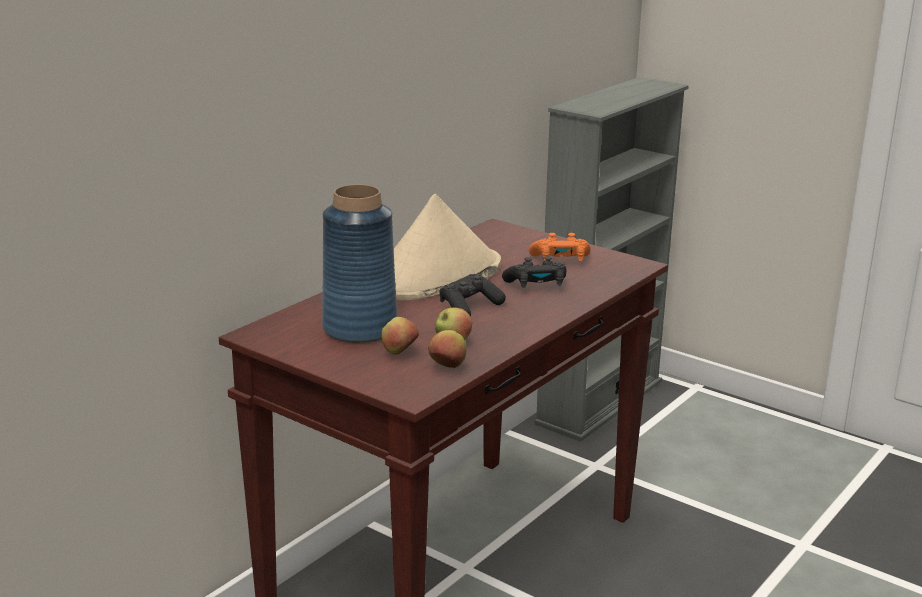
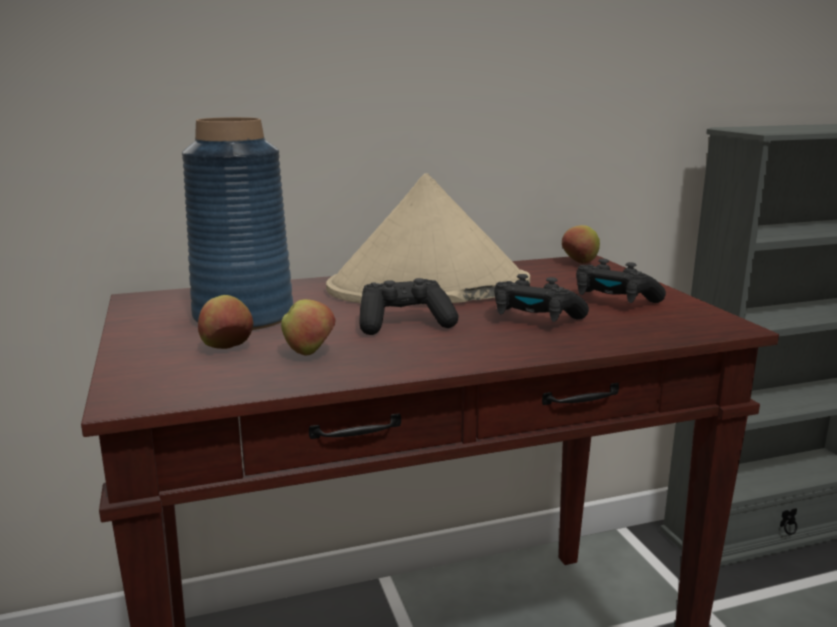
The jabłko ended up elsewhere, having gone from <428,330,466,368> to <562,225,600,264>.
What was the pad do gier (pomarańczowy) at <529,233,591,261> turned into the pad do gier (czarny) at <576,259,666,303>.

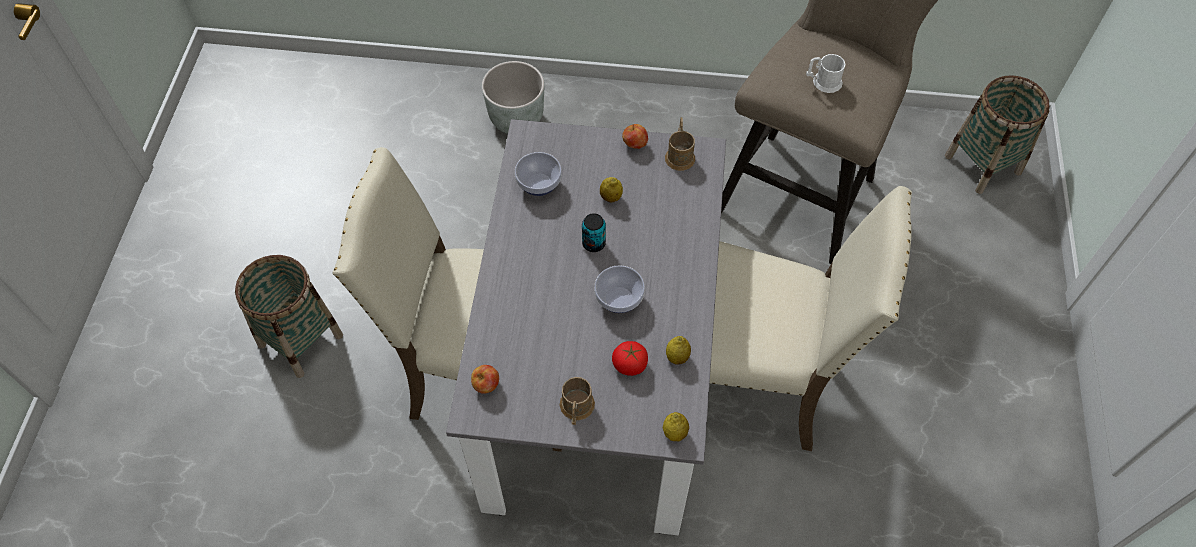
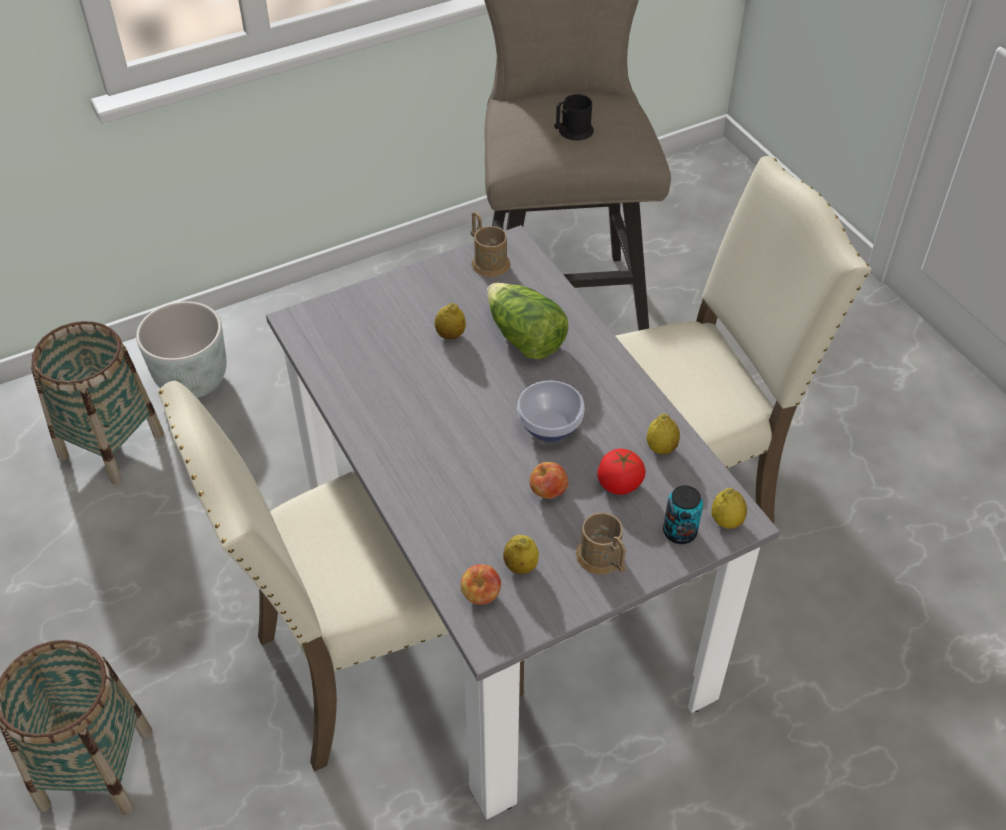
The second view lost the miska at <515,152,562,196>.
The second view gained the sałata at <487,283,568,359>.
The second view gained the cytryna at <503,535,539,574>.
The puszka ended up elsewhere, having gone from <582,213,606,252> to <663,485,703,544>.
The jabłko ended up elsewhere, having gone from <622,124,648,149> to <529,462,568,499>.
The koszyk ended up elsewhere, having gone from <945,75,1049,194> to <31,321,164,484>.
What was the kubek (biały) at <806,54,845,93> turned into the kubek (czarny) at <554,94,594,141>.

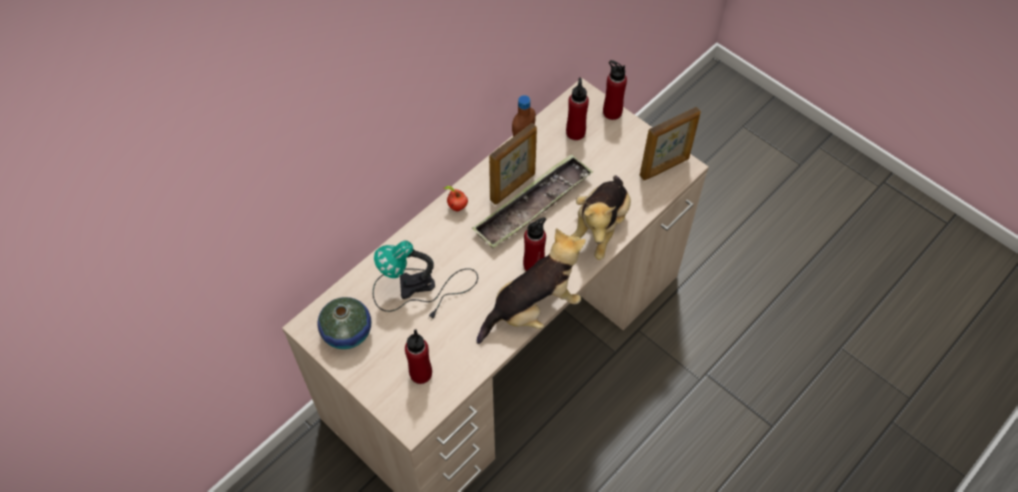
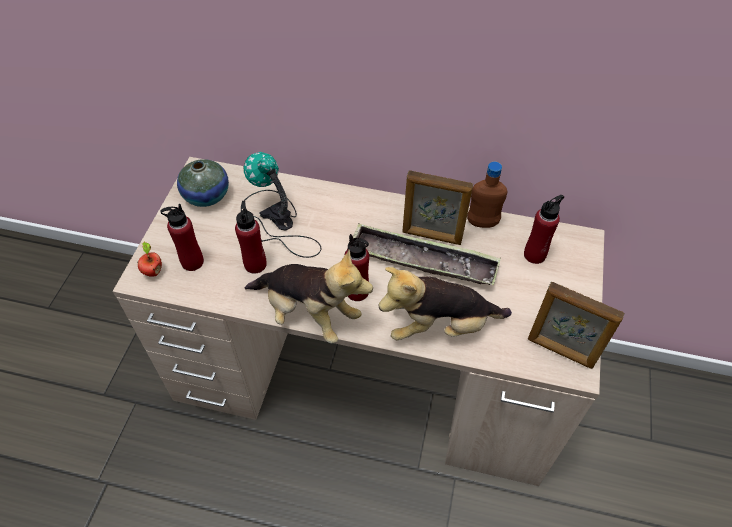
The jabłko ended up elsewhere, having gone from <444,186,468,212> to <138,242,162,277>.
The butelka (czerwony) ended up elsewhere, having gone from <603,60,627,120> to <235,201,267,273>.

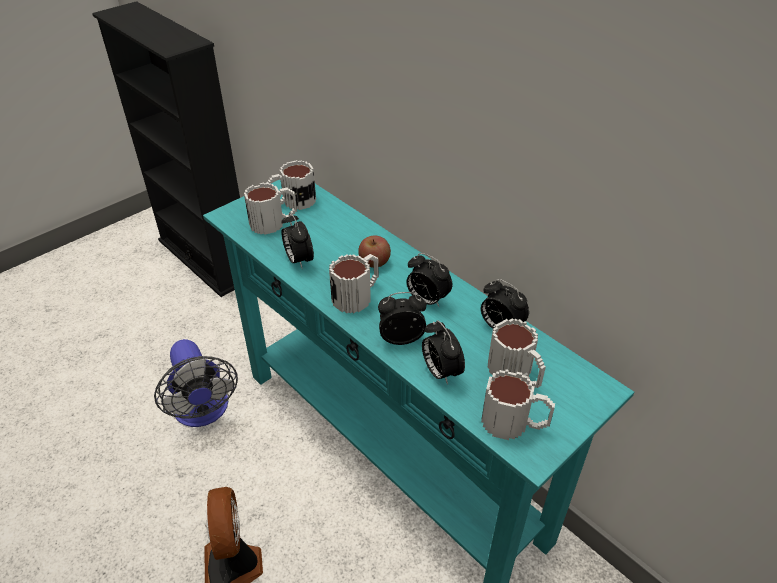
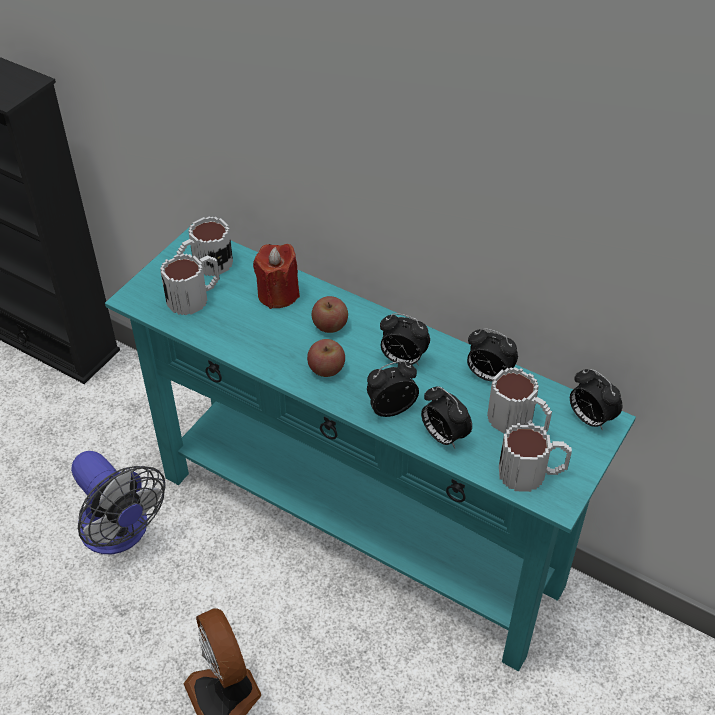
The second view gained the świeca (czerwony) at <253,244,300,309>.
The budzik ended up elsewhere, having gone from <281,212,314,269> to <570,369,622,431>.
Where the kubek stood at <329,254,379,314>, the jabłko came to stand at <307,339,345,377>.

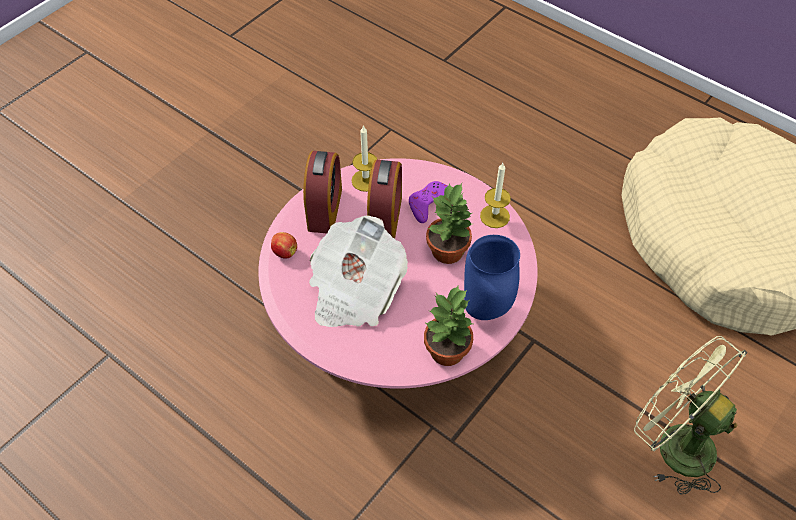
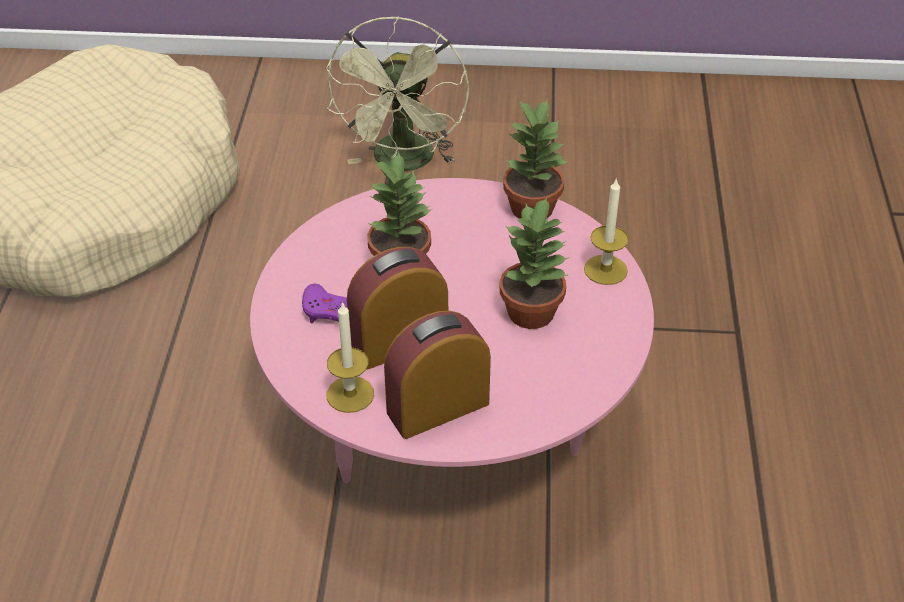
The second view lost the jabłko at <271,232,297,259>.
The second view lost the wazon (niebieski) at <464,235,520,320>.
The świeca ended up elsewhere, having gone from <480,163,511,228> to <584,178,629,285>.
Where the gazeta stood at <309,215,408,327>, the roślina doniczkowa came to stand at <499,197,568,329>.

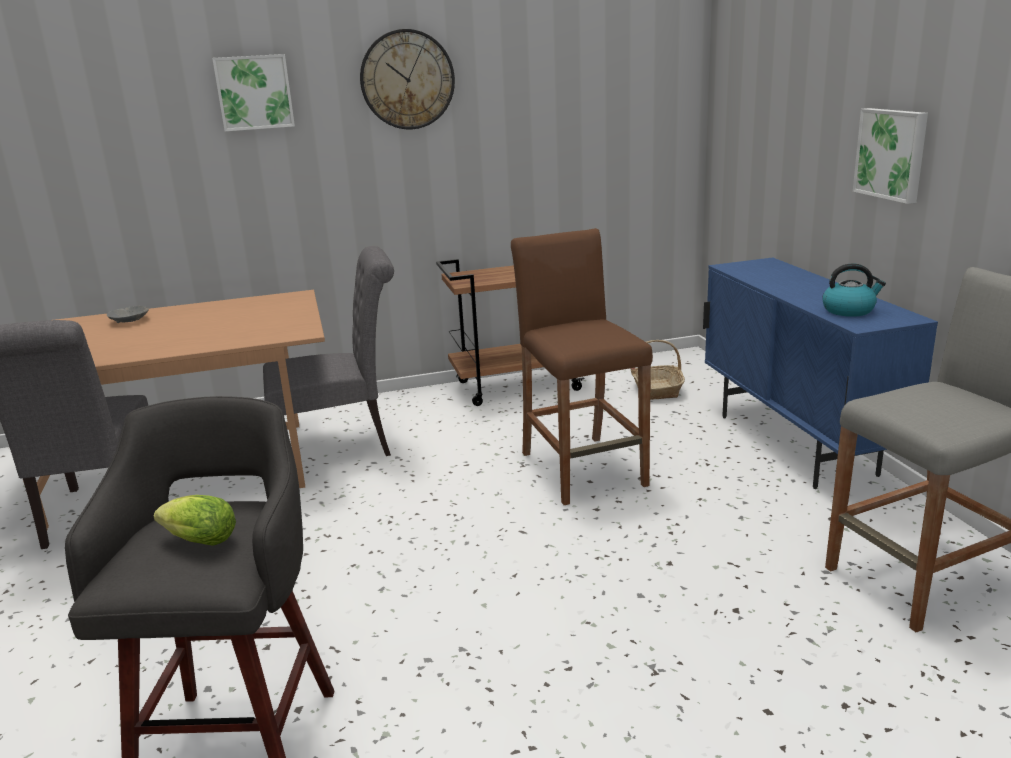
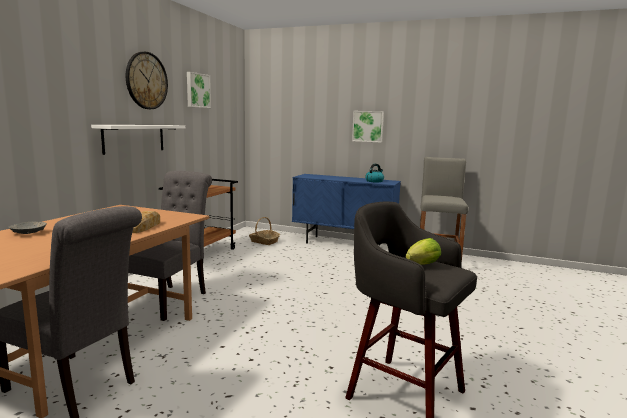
The second view lost the stołek (brązowy) at <511,228,653,505>.
The second view gained the półka (biały) at <91,125,185,155>.
The second view gained the chleb at <132,211,160,233>.
The obraz ended up elsewhere, having gone from <212,54,295,132> to <187,72,211,108>.

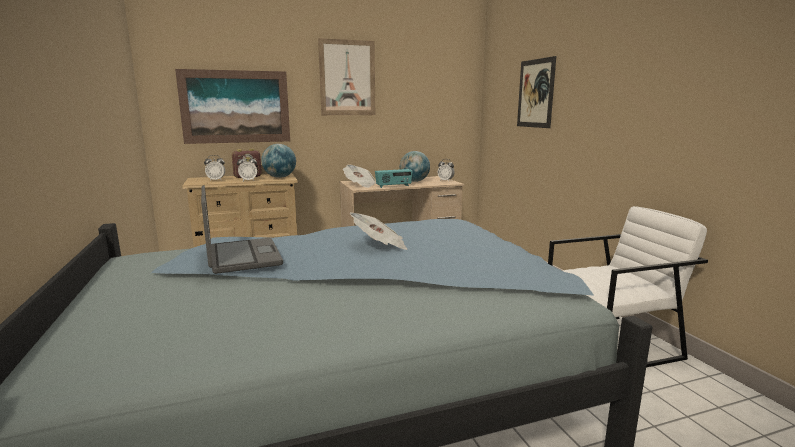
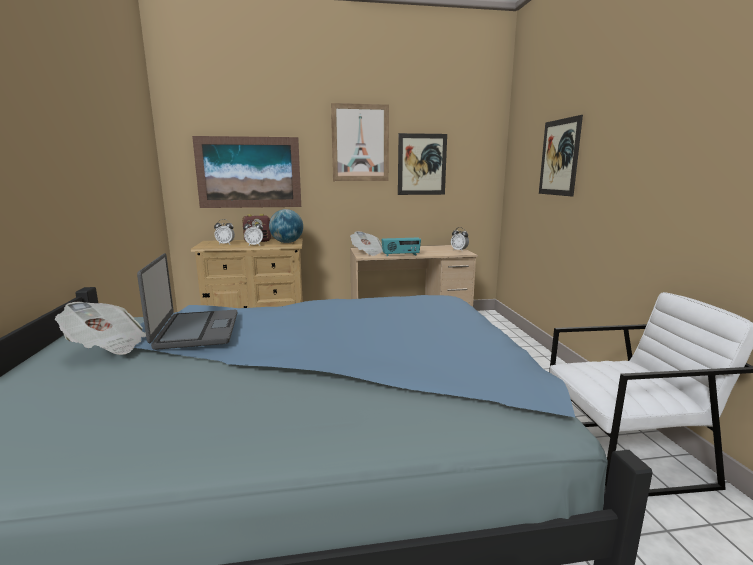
The second view lost the globus at <400,151,430,182>.
The second view gained the obraz at <398,133,447,195>.
The gazeta ended up elsewhere, having gone from <349,212,408,250> to <55,302,146,355>.

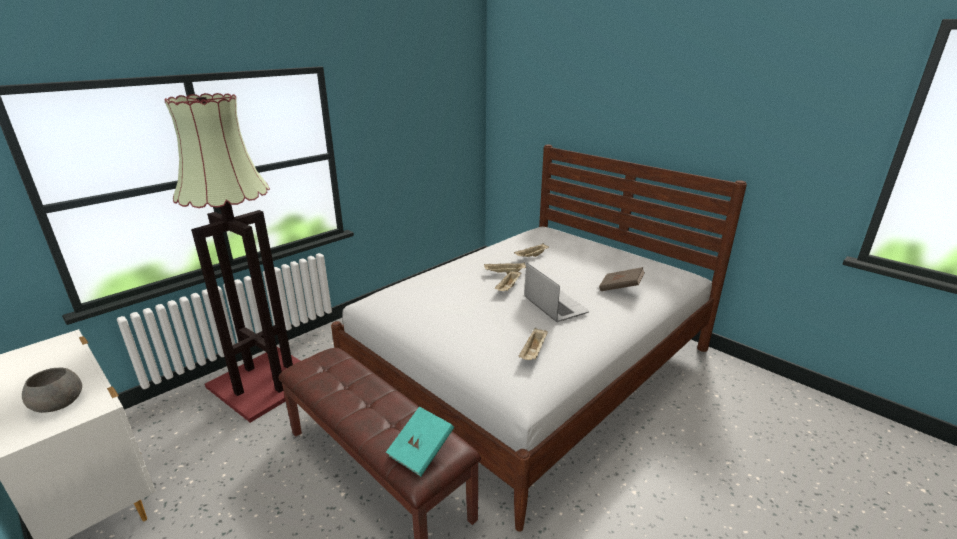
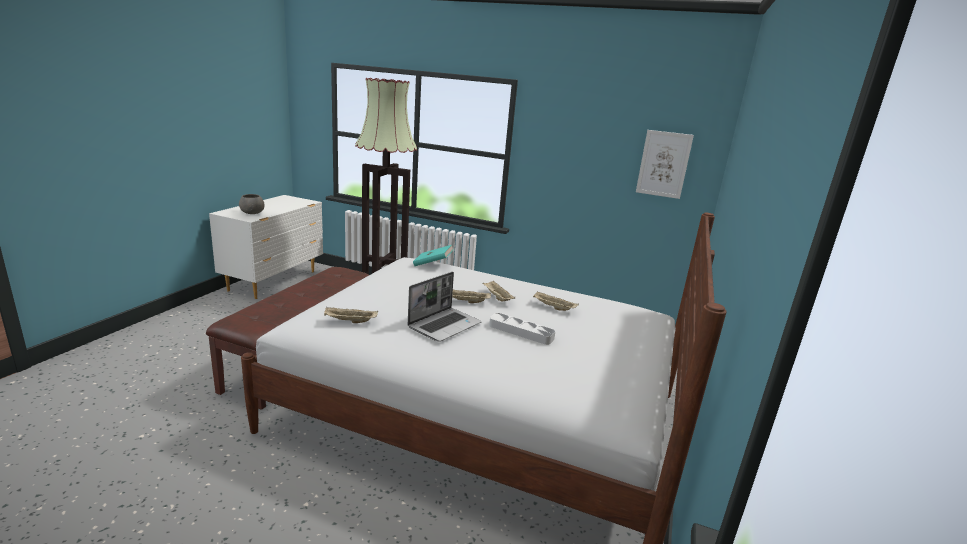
The second view lost the książka (brązowy) at <599,267,645,291>.
The second view gained the taca (szary) at <489,313,555,345>.
The second view gained the obraz at <636,130,694,199>.
The książka (turkusowy) ended up elsewhere, having gone from <386,407,454,476> to <413,245,454,266>.

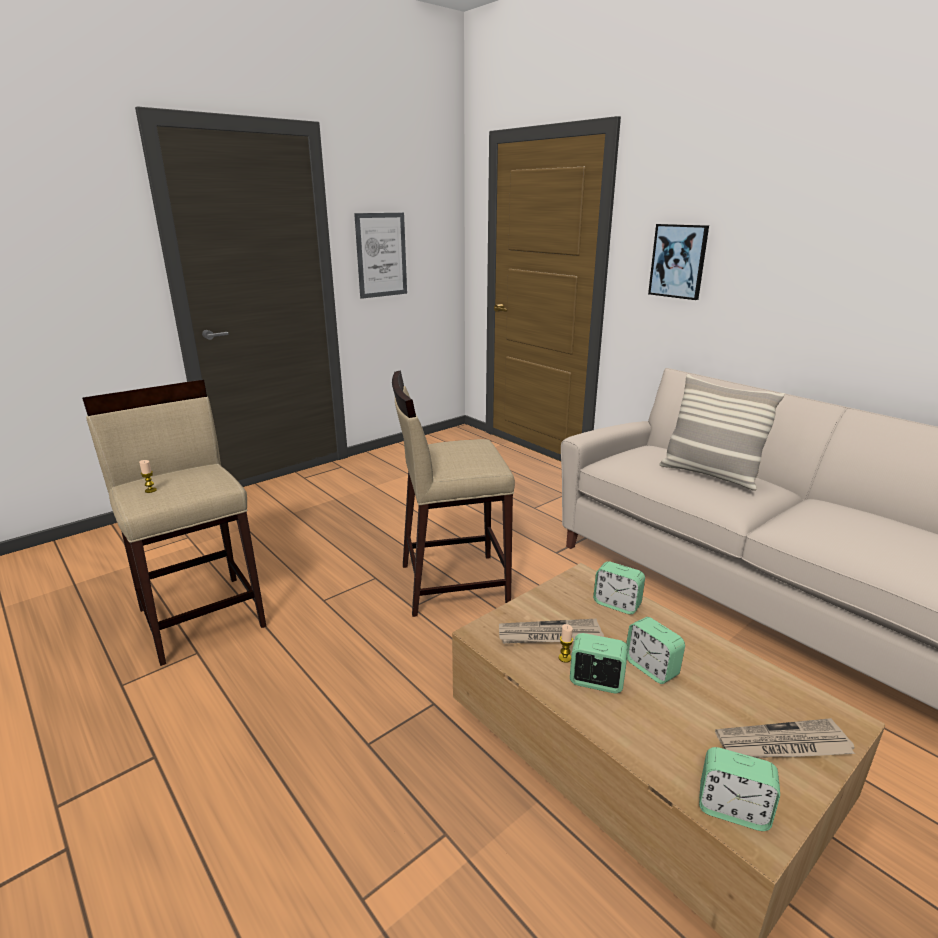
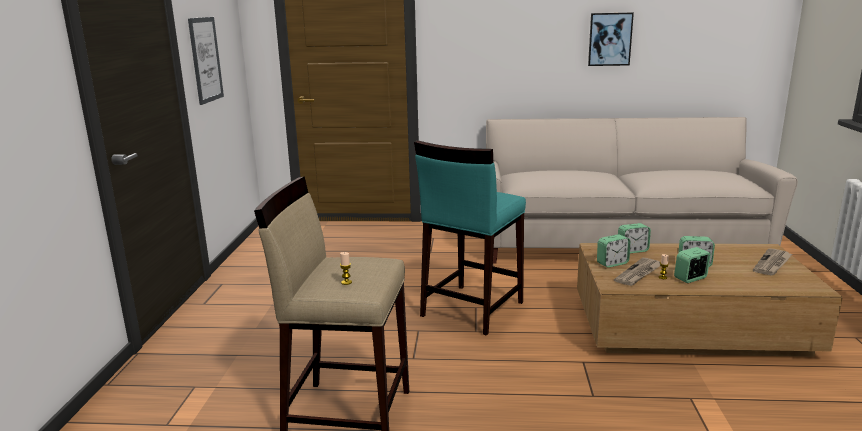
The second view lost the poduszka at <659,374,785,491>.
The obraz ended up elsewhere, having gone from <648,224,709,300> to <588,12,634,66>.
The budzik ended up elsewhere, having gone from <699,747,780,831> to <597,234,630,268>.
What was the stołek (beżowy) at <392,370,515,617> turned into the stołek (turkusowy) at <414,140,526,336>.

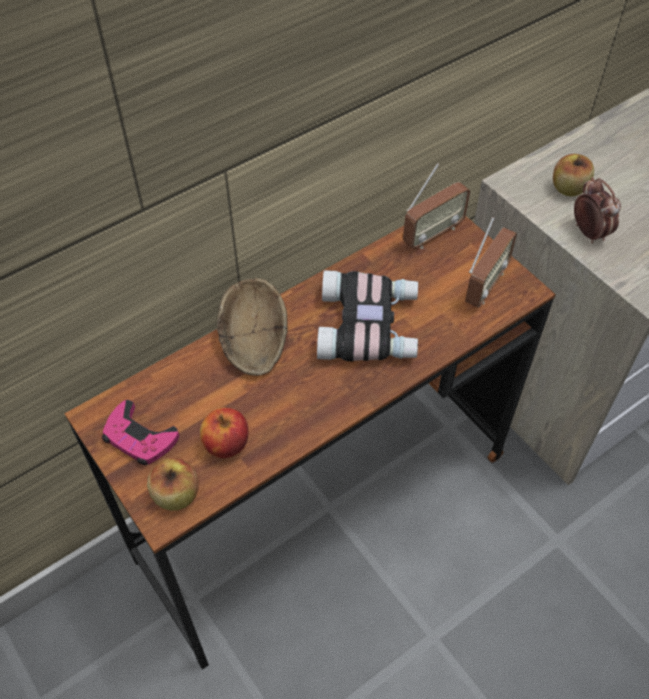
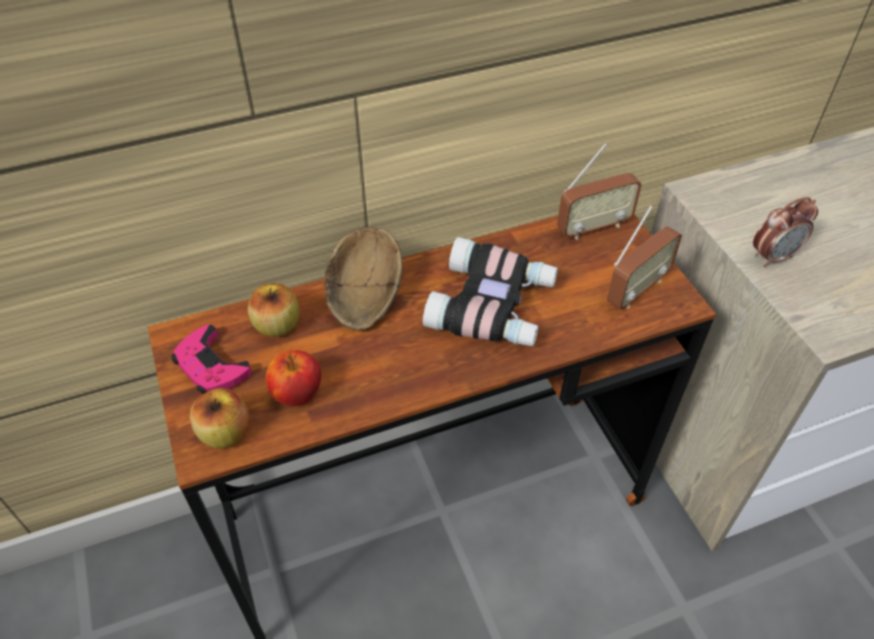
The jabłko ended up elsewhere, having gone from <553,154,594,196> to <248,283,299,337>.
The budzik at <574,177,621,243> ended up facing another way, 75 degrees clockwise from before.

